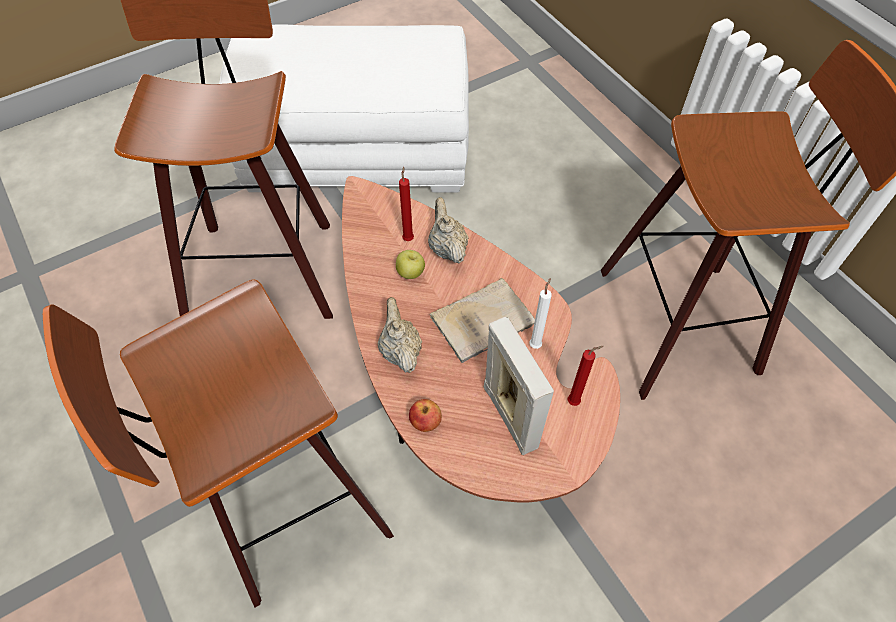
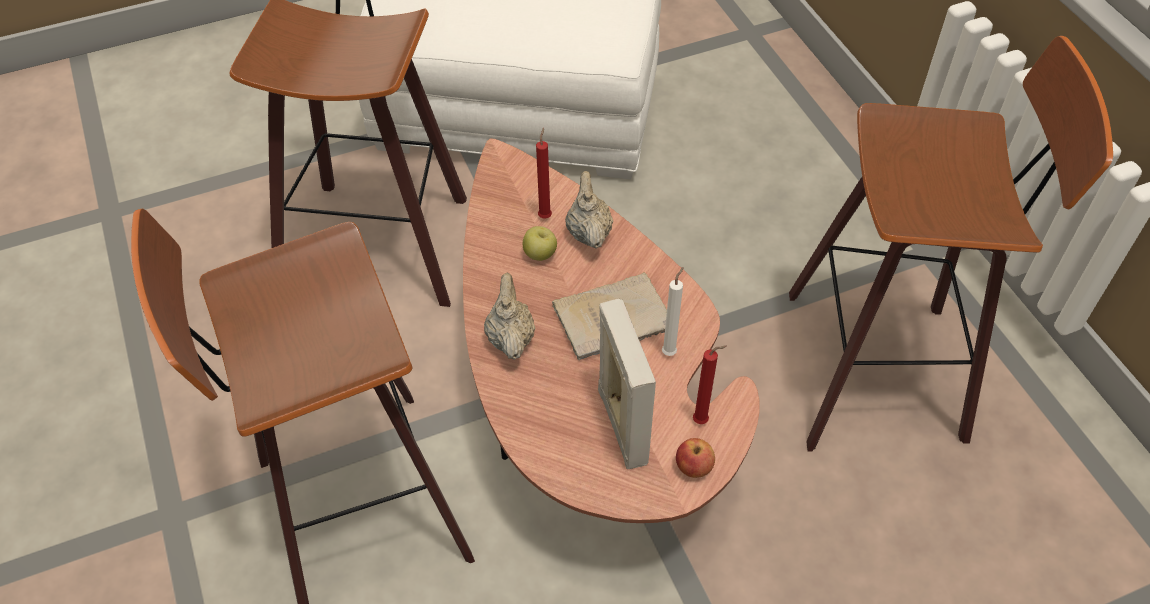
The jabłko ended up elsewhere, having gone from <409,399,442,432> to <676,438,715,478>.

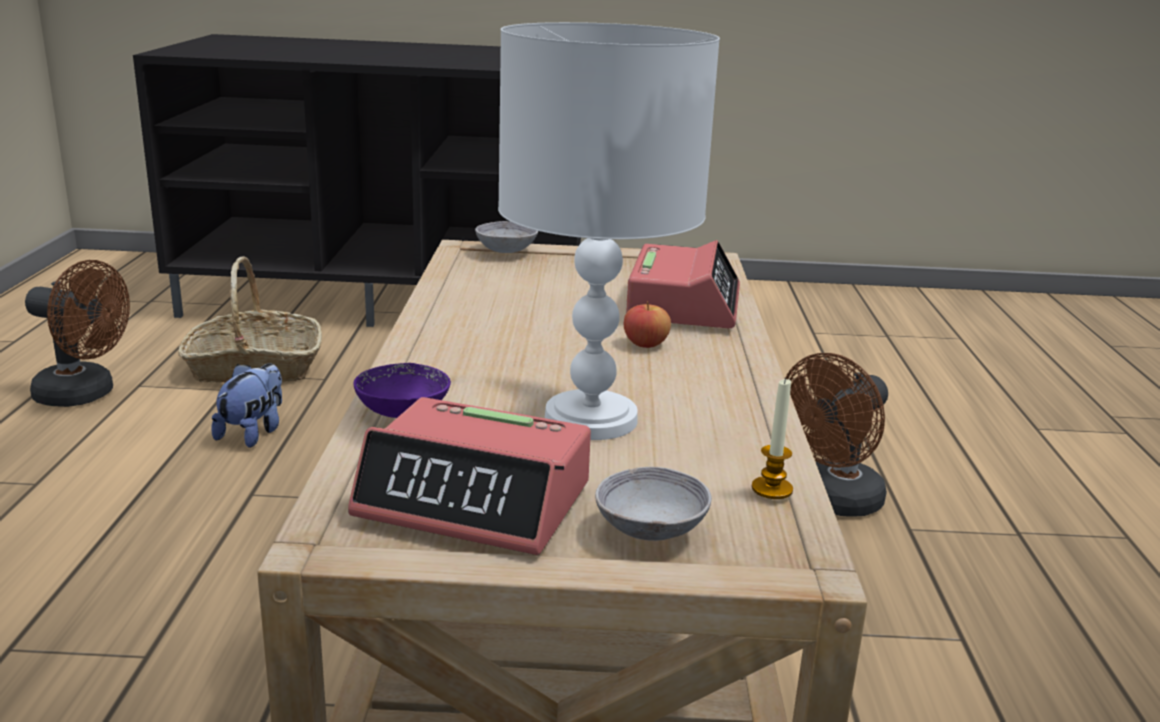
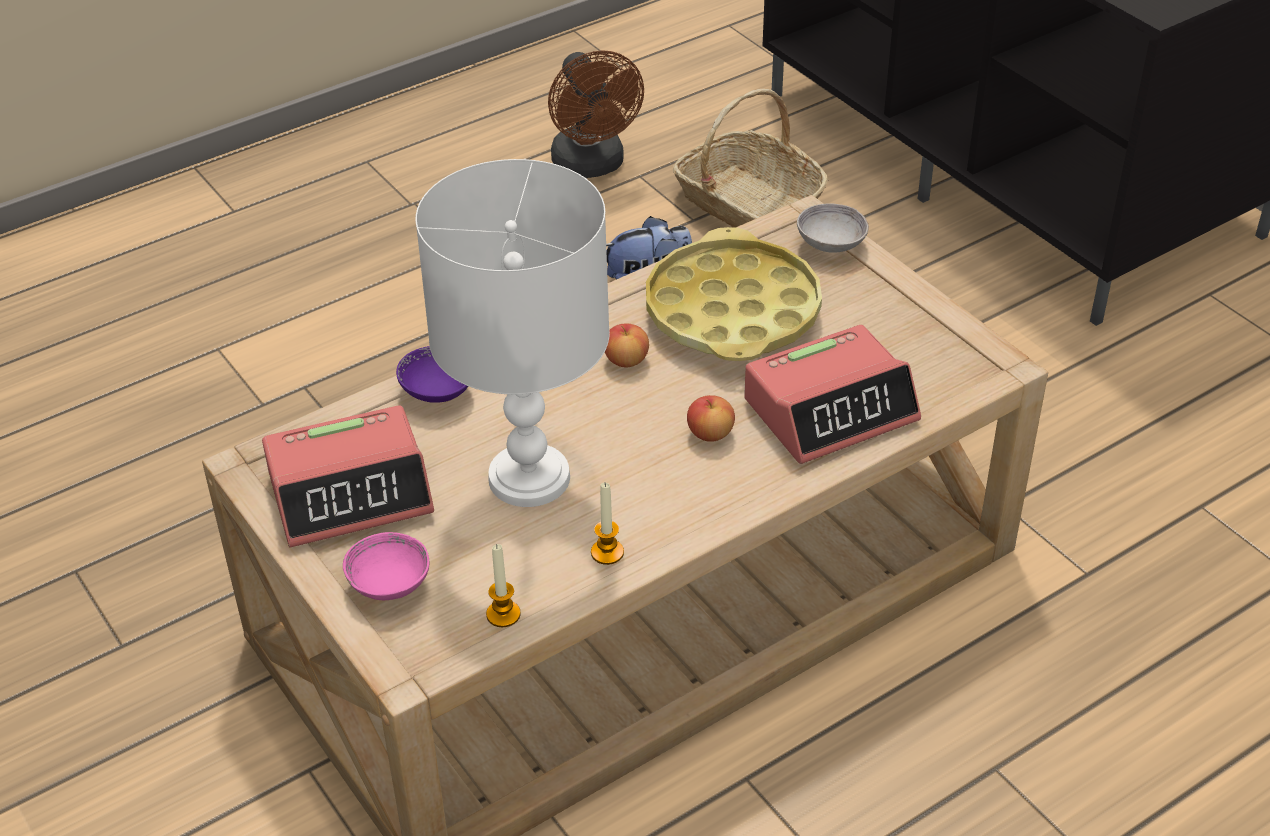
The second view lost the wentylator (brązowy) at <786,353,888,517>.
The second view gained the świeca at <591,483,624,565>.
The second view gained the jabłko at <605,323,649,367>.
The second view gained the taca (żółty) at <646,227,822,361>.
What was the miska (szary) at <595,467,712,541> turned into the miska (różowy) at <343,532,429,600>.
The budzik at <348,397,591,555> ended up facing another way, 90 degrees counterclockwise from before.

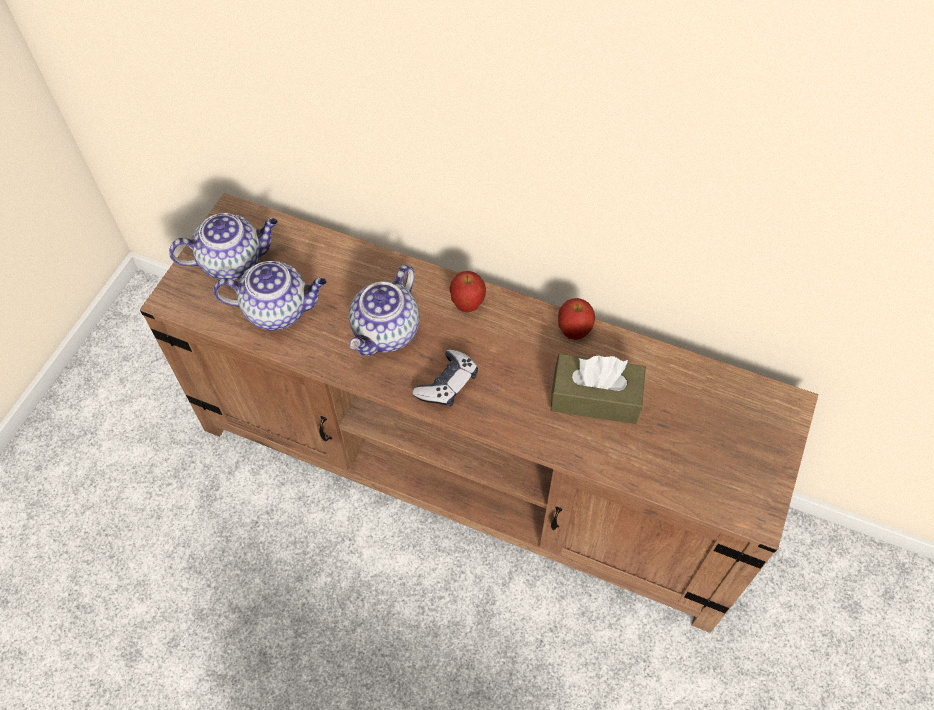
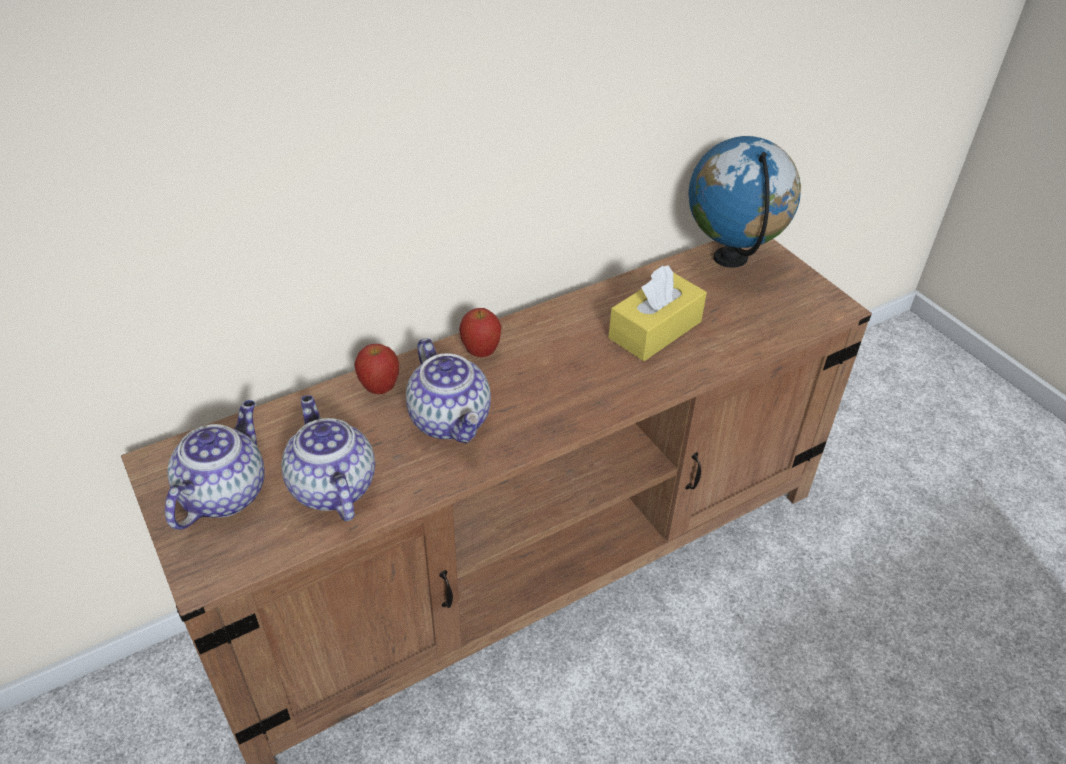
The second view lost the pad do gier at <412,350,478,407>.
The second view gained the globus at <688,136,801,268>.
The jabłko ended up elsewhere, having gone from <558,298,595,340> to <354,344,399,394>.
What was the pudełko chusteczek (brązowy) at <550,354,646,424> turned into the pudełko chusteczek (żółty) at <609,265,707,361>.
The imbryk at <213,261,327,331> ended up facing another way, 60 degrees counterclockwise from before.

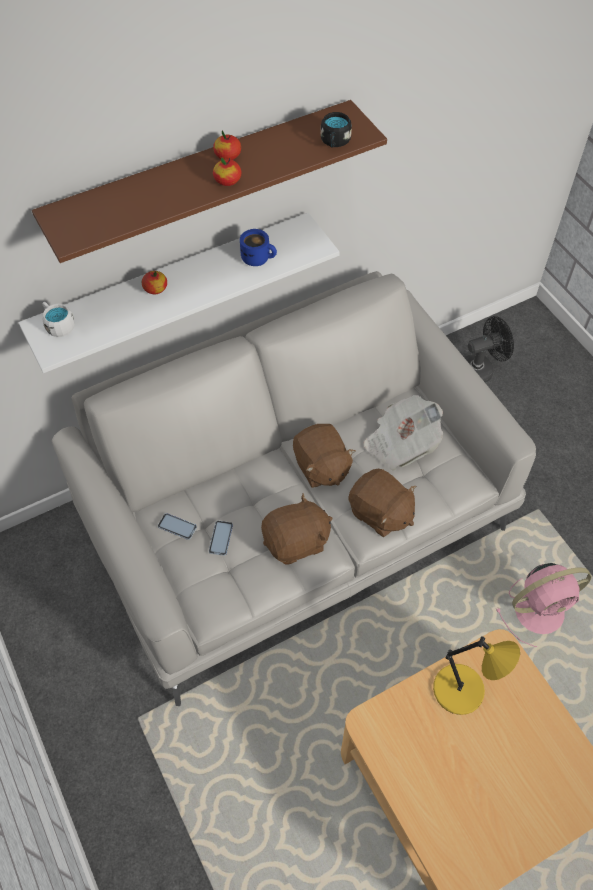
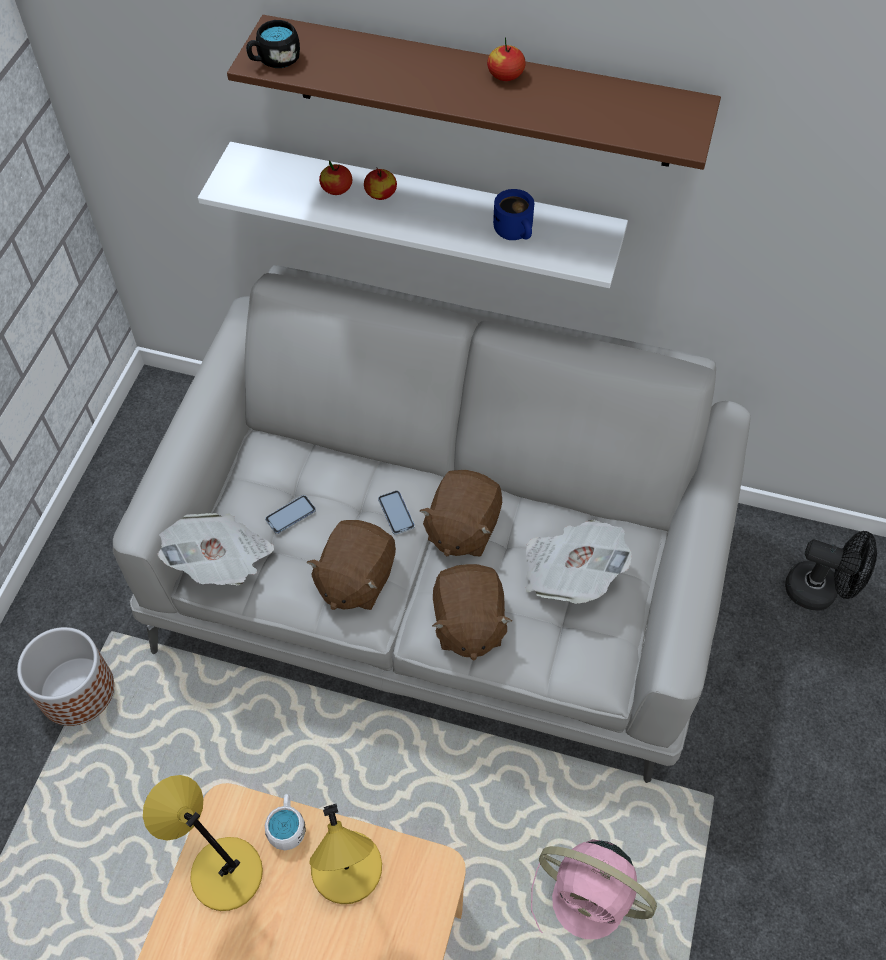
The second view gained the donica at <17,627,114,726>.
The second view gained the lampa stołowa (żółty) at <143,775,263,911>.
The second view gained the gazeta at <157,513,274,586>.
The kubek (biały) ended up elsewhere, having gone from <42,302,75,337> to <265,794,306,850>.
The telefon ended up elsewhere, having gone from <158,513,197,540> to <378,490,415,535>.
The jabłko ended up elsewhere, having gone from <213,158,241,186> to <319,160,352,195>.
The kubek (czarny) ended up elsewhere, having gone from <321,112,352,148> to <246,20,300,68>.
The pluszak (brązowy) at <261,493,332,564> ended up facing another way, 90 degrees clockwise from before.

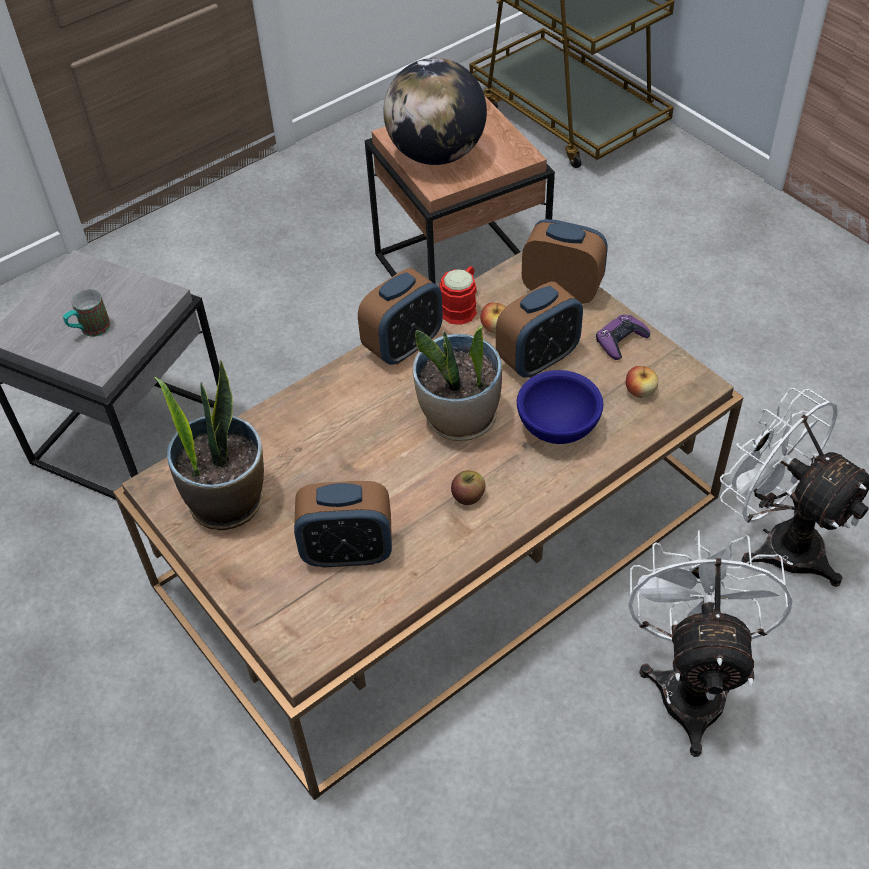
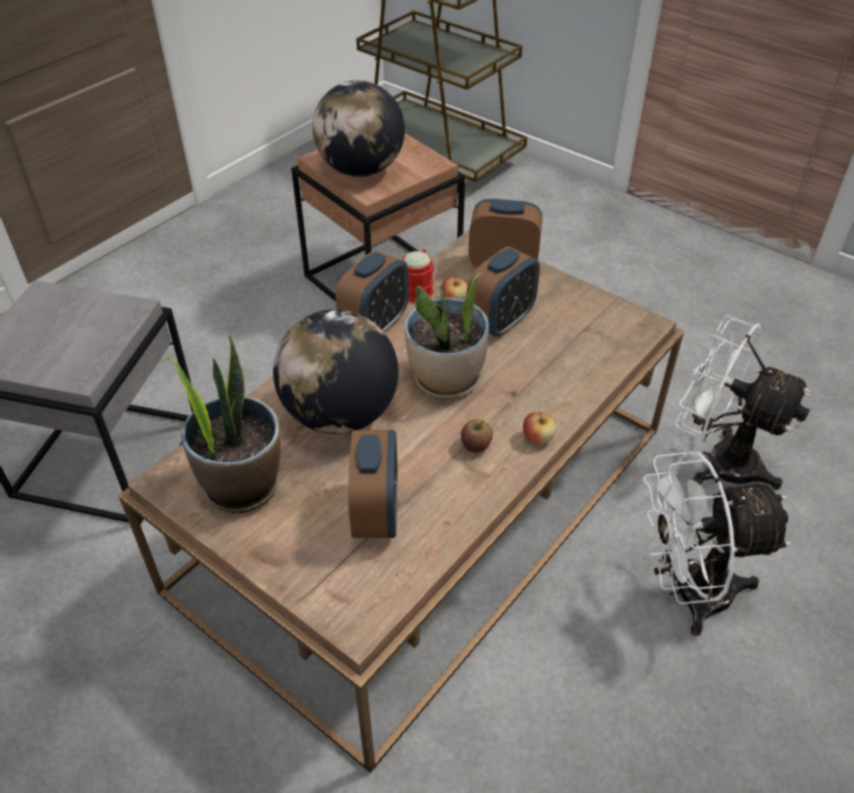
The second view lost the kubek at <63,289,111,337>.
The second view lost the miska (niebieski) at <517,370,603,444>.
The second view lost the pad do gier (fioletowy) at <596,315,650,360>.
The second view gained the globus at <273,309,398,434>.
The jabłko ended up elsewhere, having gone from <626,366,658,398> to <523,412,556,445>.
The budzik at <294,481,392,568> ended up facing another way, 75 degrees counterclockwise from before.
The wentylator (biały) at <628,530,793,757> ended up facing another way, 90 degrees counterclockwise from before.

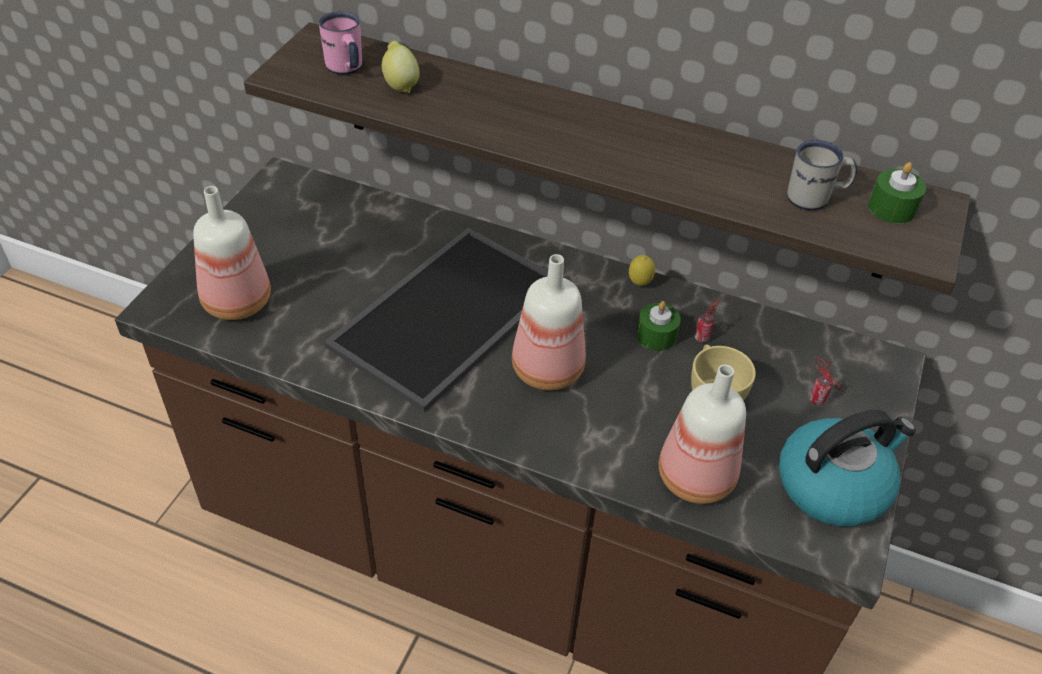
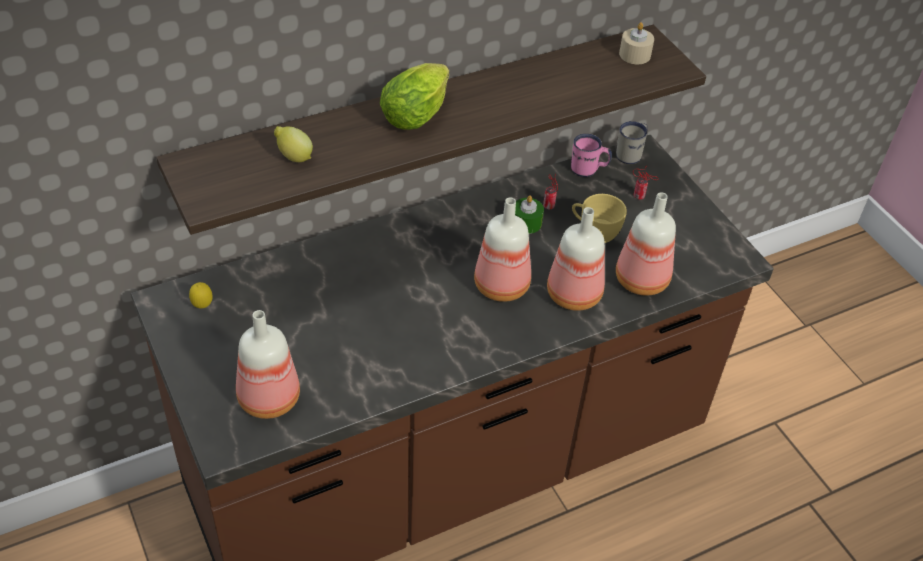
The second view lost the taca at <324,228,548,412>.
The second view lost the czajnik at <779,410,916,527>.
The second view gained the sałata at <380,63,449,130>.
The second view gained the butelka at <547,207,605,311>.
The kubek (różowy) ended up elsewhere, having gone from <319,11,362,75> to <571,134,612,177>.
The cytryna ended up elsewhere, having gone from <629,255,655,286> to <189,282,213,308>.
The kubek (biały) ended up elsewhere, having gone from <787,140,857,211> to <616,121,648,164>.
What was the świeca (zielony) at <868,162,926,224> turned into the świeca (beżowy) at <619,22,654,64>.

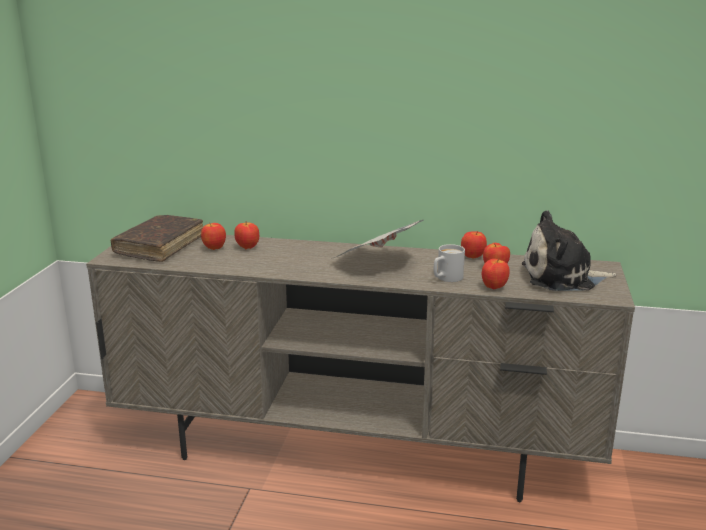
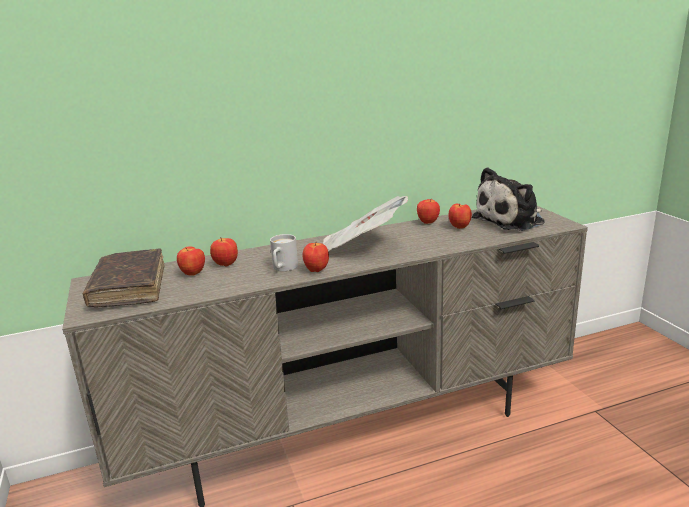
The kubek (biały) ended up elsewhere, having gone from <434,244,465,282> to <270,234,298,271>.
The jabłko ended up elsewhere, having gone from <482,258,510,289> to <302,243,329,272>.

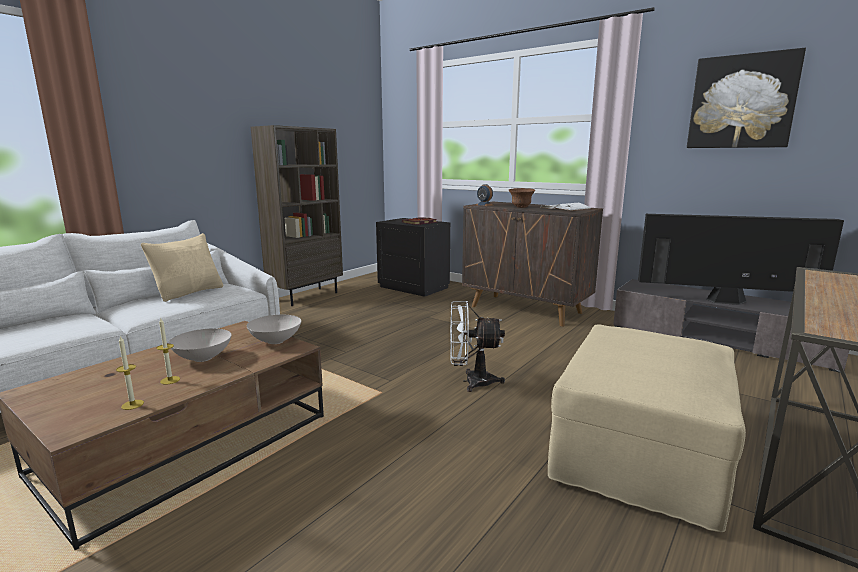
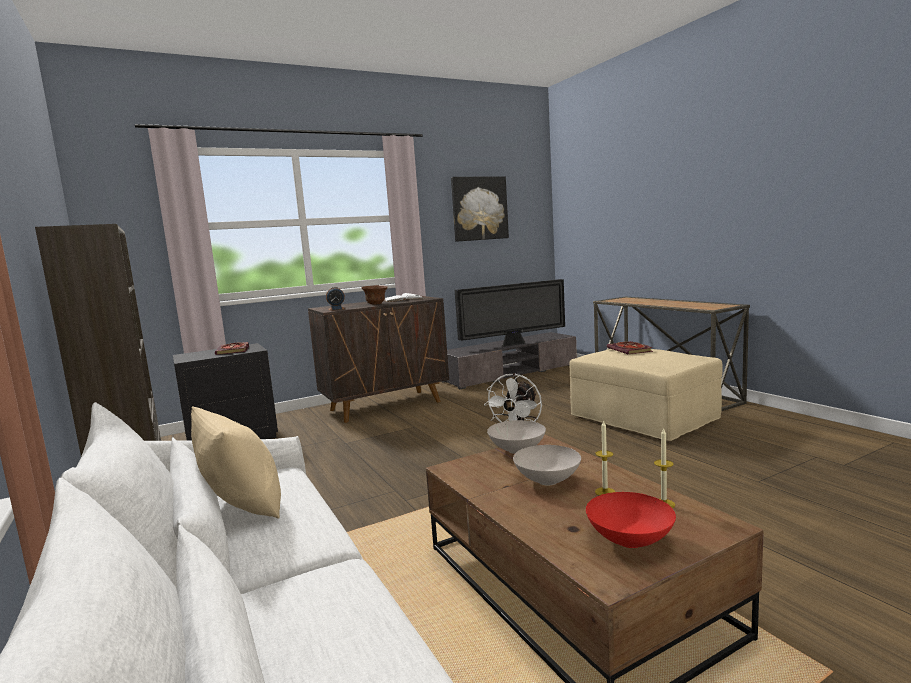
The second view gained the miska (czerwony) at <586,492,676,548>.
The second view gained the książka at <607,341,653,354>.
The telewizor at <638,214,844,305> ended up facing another way, 150 degrees counterclockwise from before.

